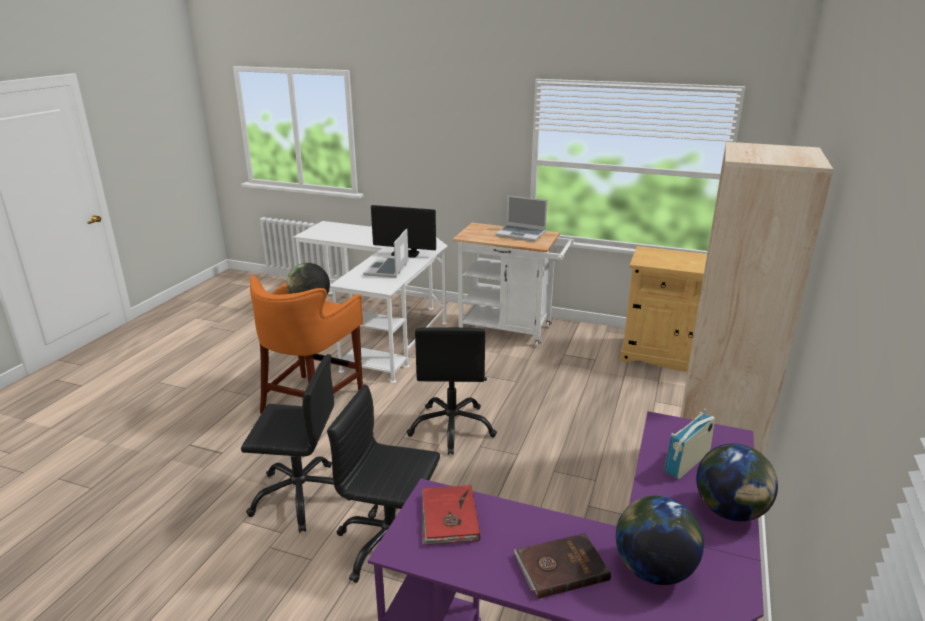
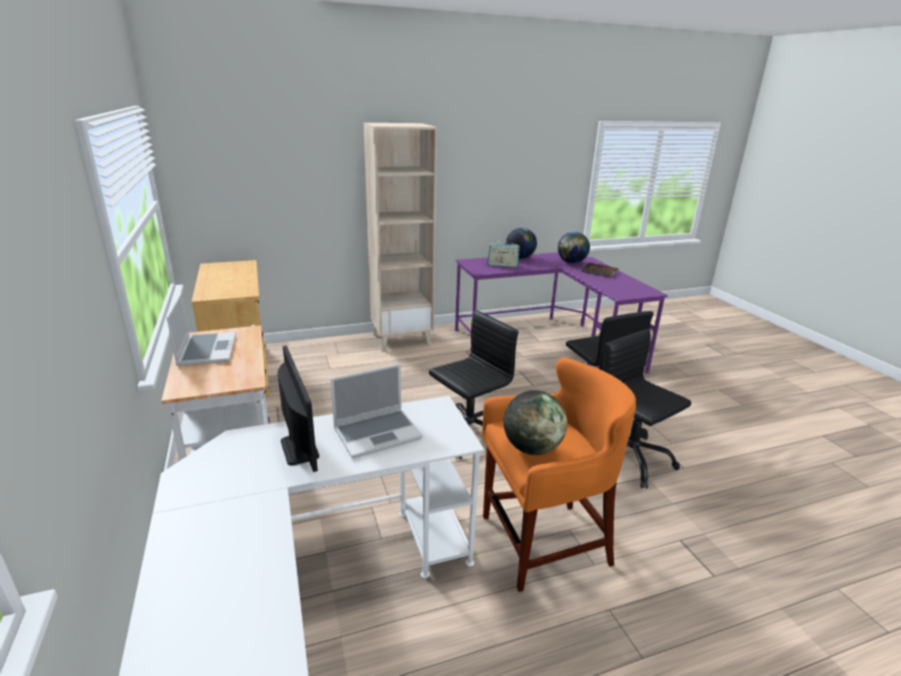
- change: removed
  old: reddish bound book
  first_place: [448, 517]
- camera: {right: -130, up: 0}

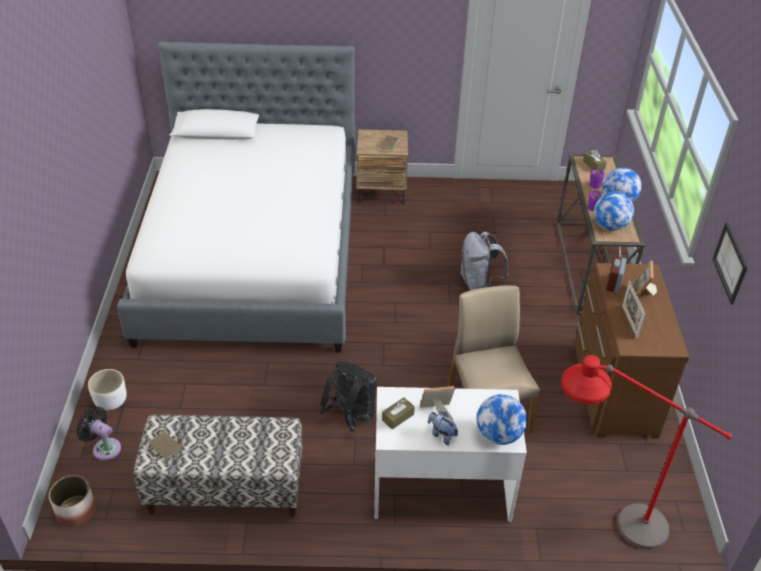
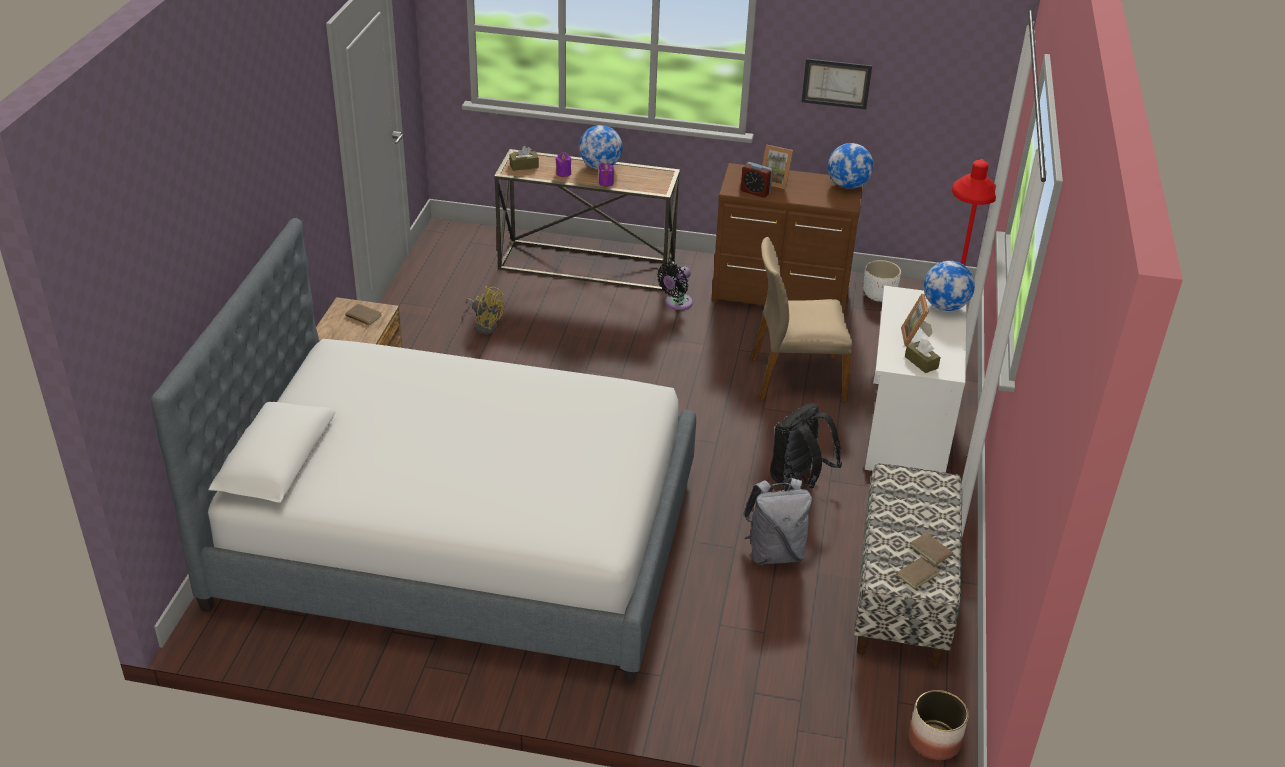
- change: removed
  old: soft toy
  first_place: [441, 434]
- change: removed
  old: standing frame
  first_place: [629, 322]
- change: added
  new: yellowish electric fan
  second_place: [485, 325]
- change: added
  new: brown bound book
  second_place: [931, 550]
- change: moved
  old: black electric fan
  first_place: [104, 448]
  second_place: [676, 303]
- change: moved
  old: whitish flower pot
  first_place: [111, 401]
  second_place: [879, 295]
- change: moved
  old: grey rucksack
  first_place: [479, 284]
  second_place: [774, 553]
- change: moved
  old: world globe
  first_place: [610, 226]
  second_place: [847, 185]
- camera: {right: -80, up: -5}

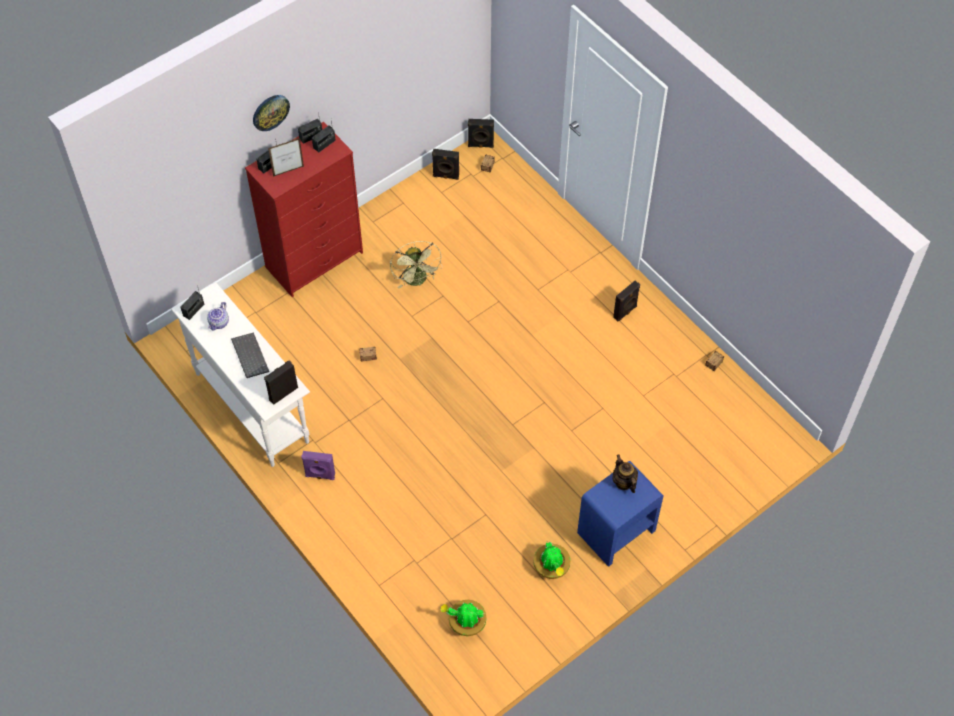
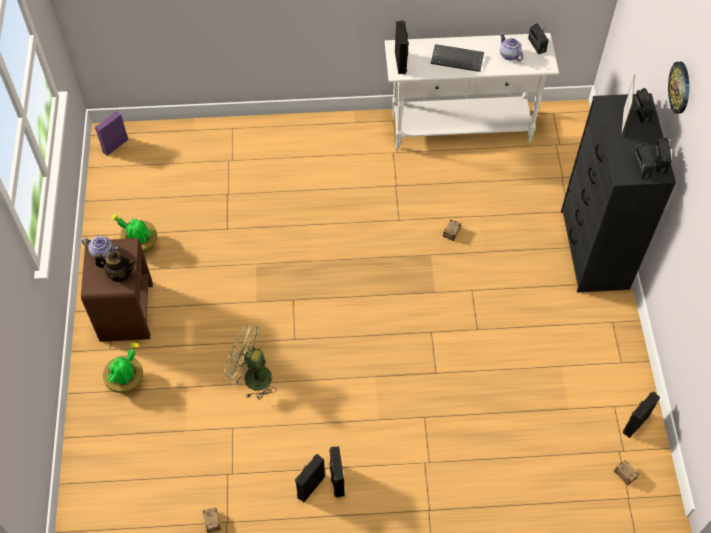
- change: added
  new: teapot
  second_place: [103, 252]
- change: moved
  old: purplish loudspeaker
  first_place: [320, 476]
  second_place: [114, 145]
- change: moved
  old: green-coloured electric fan
  first_place: [417, 281]
  second_place: [251, 377]
- change: moved
  old: potted plant
  first_place: [466, 624]
  second_place: [127, 380]
- change: moved
  old: black loudspeaker
  first_place: [480, 145]
  second_place: [310, 486]
- change: recoloured
  old: reddish dresser
  new: black dresser
  first_place: [315, 259]
  second_place: [594, 250]
- change: recoloured
  old: blue-coloured bedside table
  new: brown bedside table
  first_place: [615, 532]
  second_place: [126, 311]
- camera: {right: 125, up: 0}

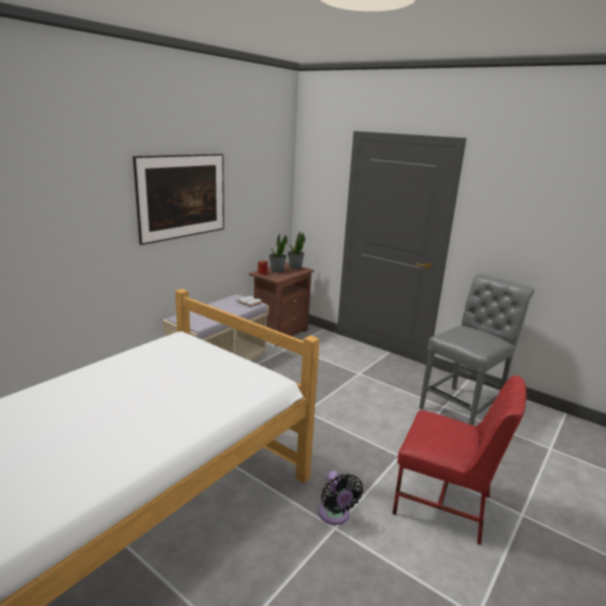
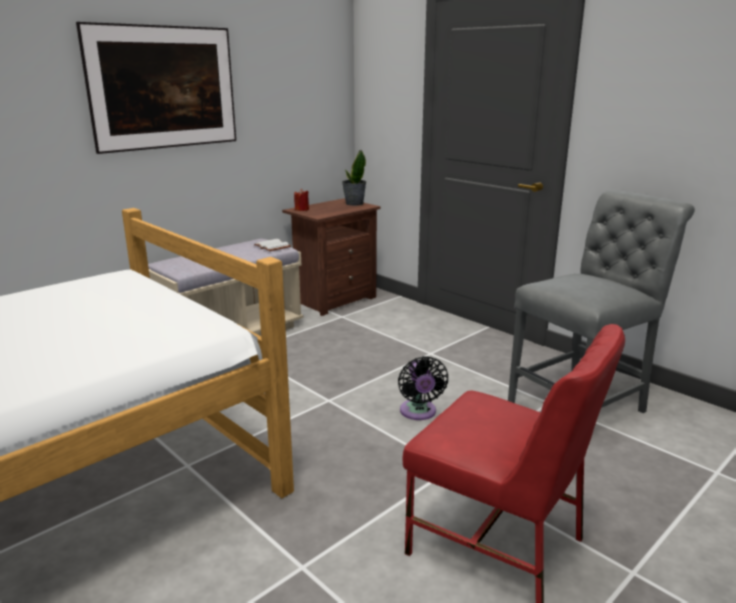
- change: removed
  old: potted plant
  first_place: [277, 270]
- change: moved
  old: black electric fan
  first_place: [335, 515]
  second_place: [418, 412]
- camera: {right: 10, up: 0}

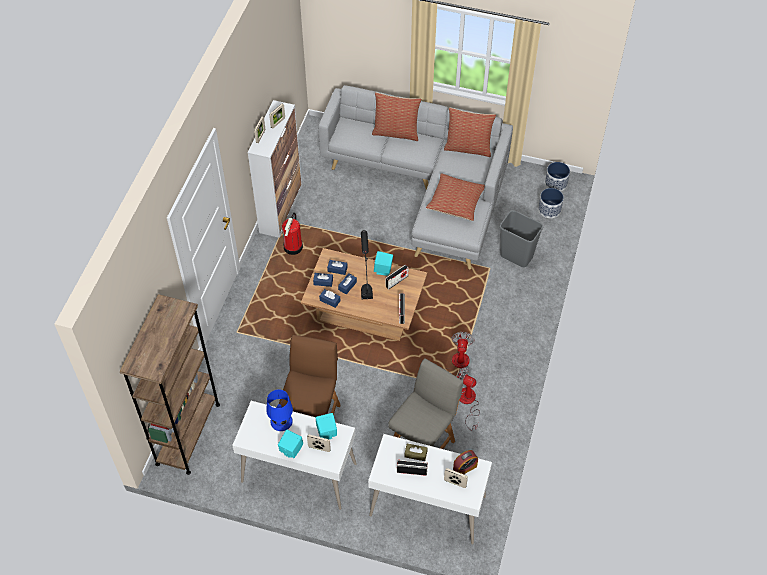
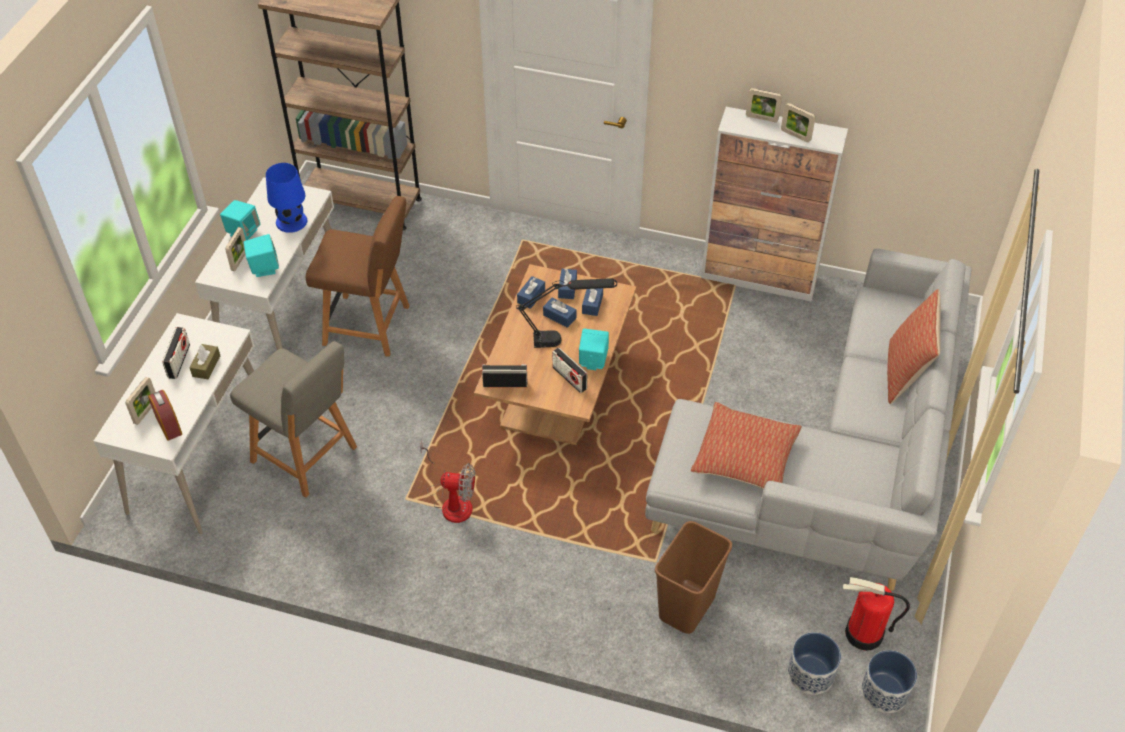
- change: removed
  old: throw pillow
  first_place: [468, 147]
- change: removed
  old: electric fan
  first_place: [467, 402]
- change: moved
  old: extinguisher
  first_place: [293, 247]
  second_place: [863, 634]
- change: recoloured
  old: grey rubbish bin
  new: brown rubbish bin
  first_place: [517, 256]
  second_place: [687, 608]
- camera: {right: 90, up: -5}

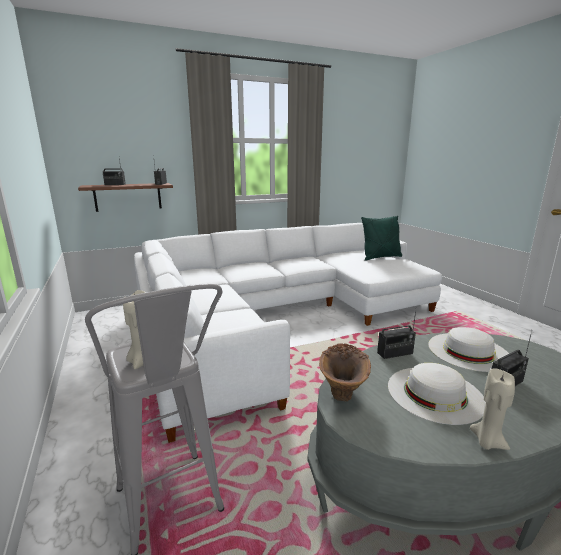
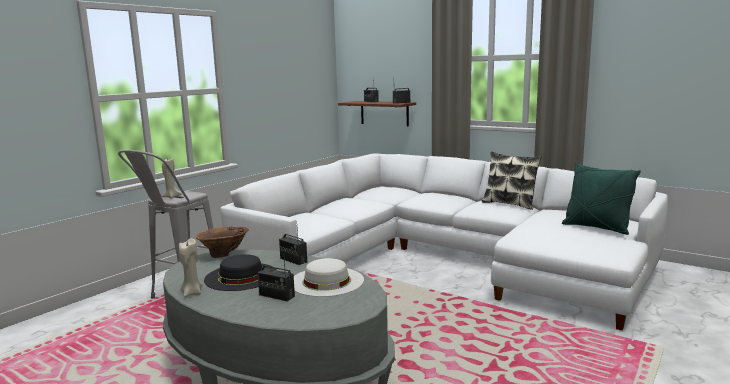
- change: added
  new: throw pillow
  second_place: [510, 204]
- change: recoloured
  old: whitish wearable hat
  new: black wearable hat
  first_place: [435, 393]
  second_place: [241, 276]
- camera: {right: 60, up: -5}

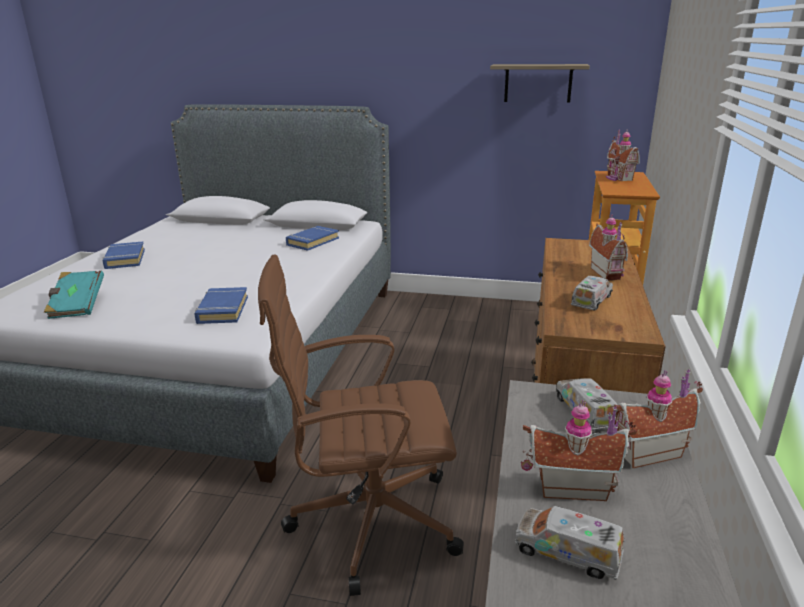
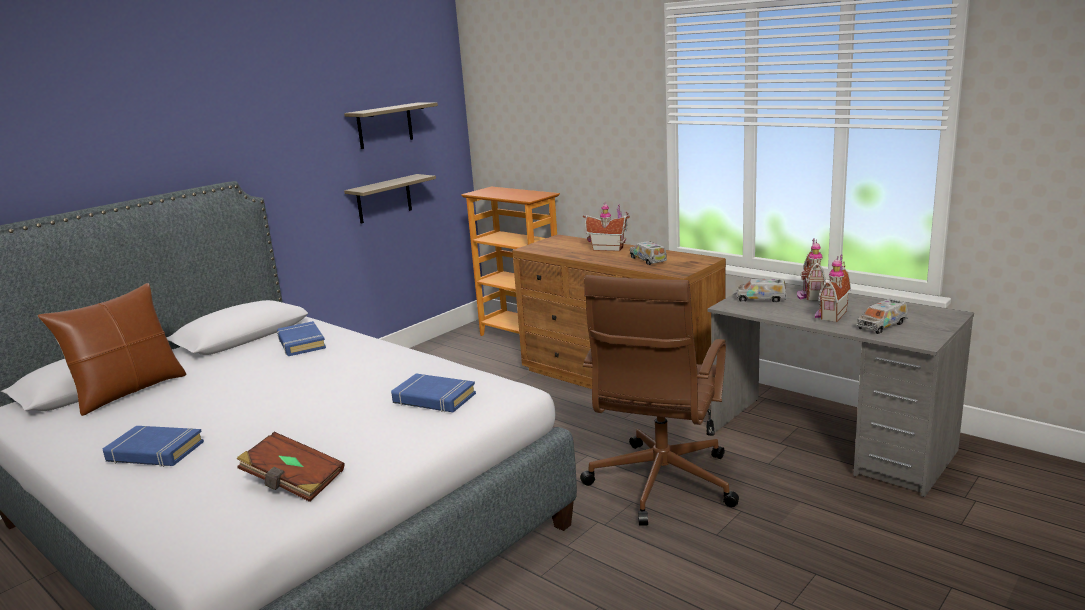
- change: removed
  old: model house
  first_place: [617, 178]
- change: added
  new: brown throw pillow
  second_place: [129, 391]
- change: added
  new: bracket shelf
  second_place: [384, 199]
- change: recoloured
  old: turquoise bound book
  new: brown bound book
  first_place: [77, 306]
  second_place: [293, 482]
- camera: {right: -60, up: -5}

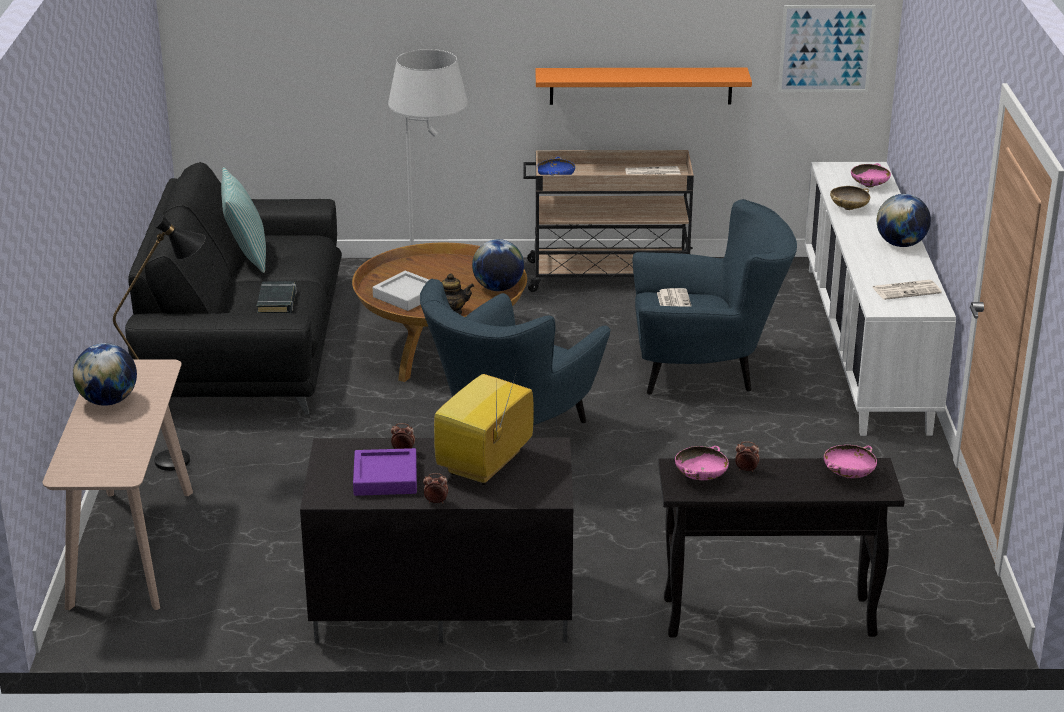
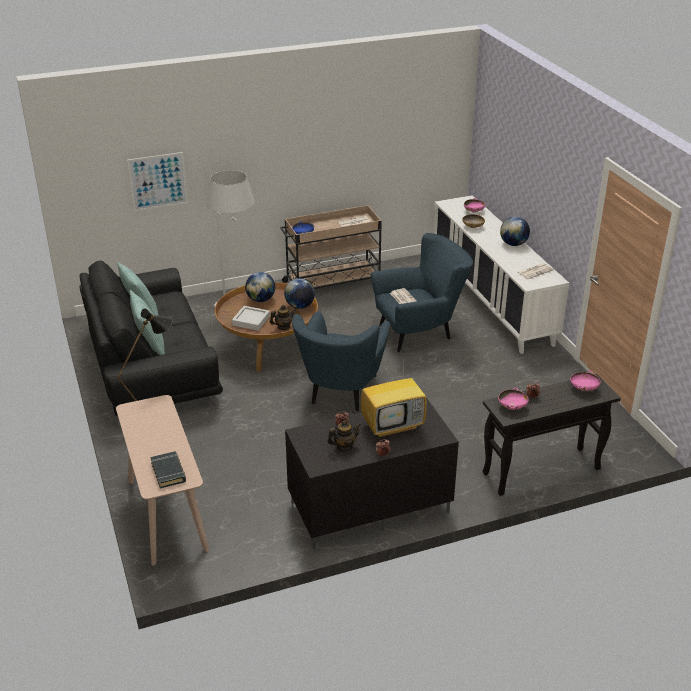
- change: removed
  old: orange-coloured bracket shelf
  first_place: [641, 85]
- change: added
  new: throw pillow
  second_place: [150, 345]
- change: moved
  old: world globe
  first_place: [108, 401]
  second_place: [261, 299]
- change: moved
  old: black bound book
  first_place: [277, 302]
  second_place: [168, 472]
- change: moved
  old: wall picture
  first_place: [826, 48]
  second_place: [158, 181]
- change: replaced
  old: purplish serving tray
  new: teapot
  first_place: [385, 478]
  second_place: [344, 446]
- change: turned
  old: television
  first_place: [485, 466]
  second_place: [393, 425]
  degrees: -120
- camera: {right: -20, up: 5}

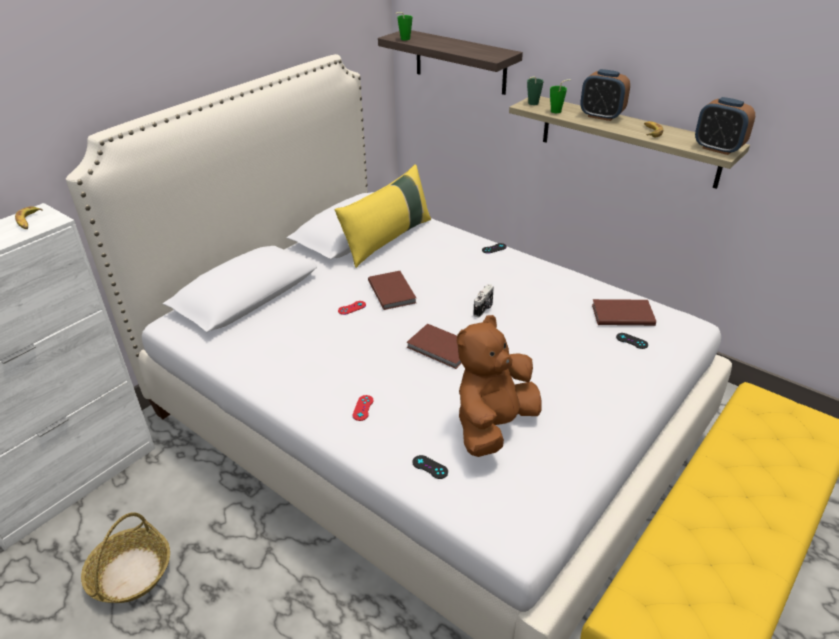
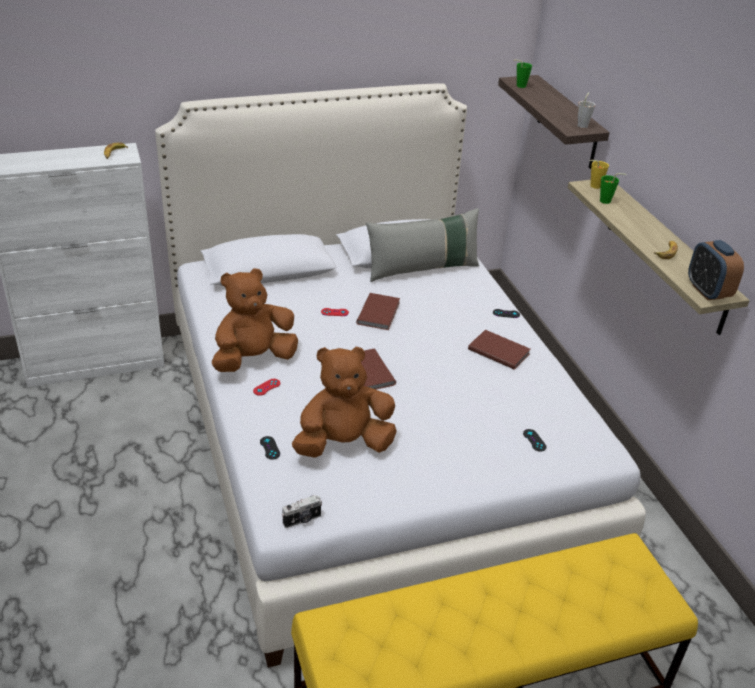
- change: removed
  old: basket
  first_place: [131, 573]
- change: removed
  old: alarm clock
  first_place: [601, 116]
- change: added
  new: brown soft toy
  second_place: [253, 359]
- change: added
  new: grey cup
  second_place: [583, 125]
- change: moved
  old: still camera
  first_place: [484, 308]
  second_place: [302, 520]
- change: moved
  old: brown bound book
  first_place: [621, 314]
  second_place: [498, 351]
- change: recoloured
  old: yellowish throw pillow
  new: grey throw pillow
  first_place: [388, 239]
  second_place: [422, 269]
- change: recoloured
  old: green-coloured cup
  new: yellowish cup
  first_place: [531, 104]
  second_place: [593, 186]
- camera: {right: 30, up: 0}

